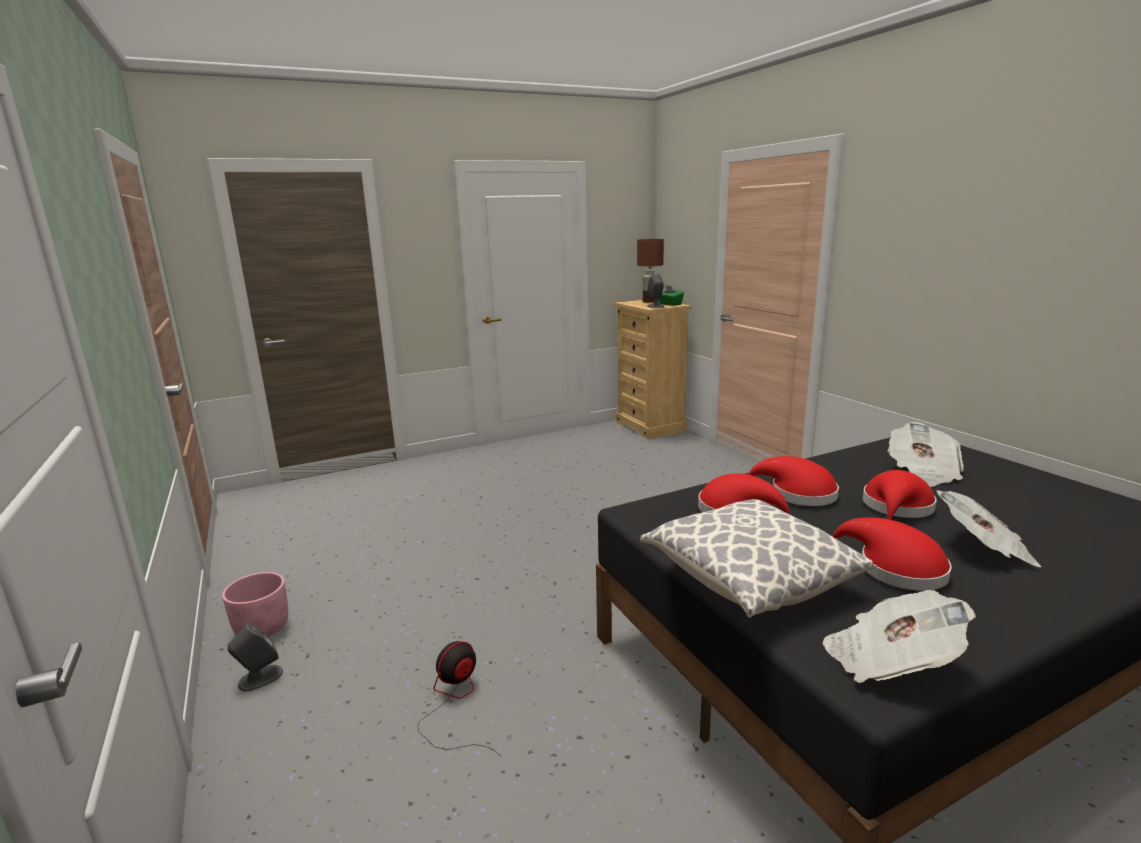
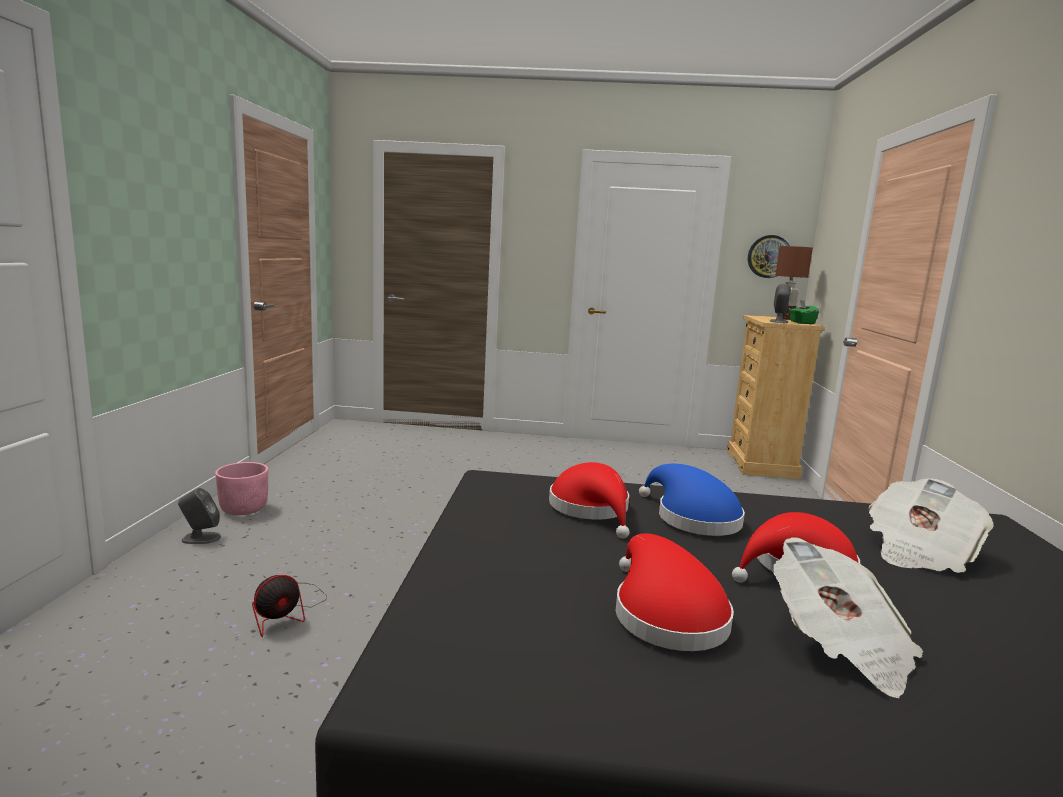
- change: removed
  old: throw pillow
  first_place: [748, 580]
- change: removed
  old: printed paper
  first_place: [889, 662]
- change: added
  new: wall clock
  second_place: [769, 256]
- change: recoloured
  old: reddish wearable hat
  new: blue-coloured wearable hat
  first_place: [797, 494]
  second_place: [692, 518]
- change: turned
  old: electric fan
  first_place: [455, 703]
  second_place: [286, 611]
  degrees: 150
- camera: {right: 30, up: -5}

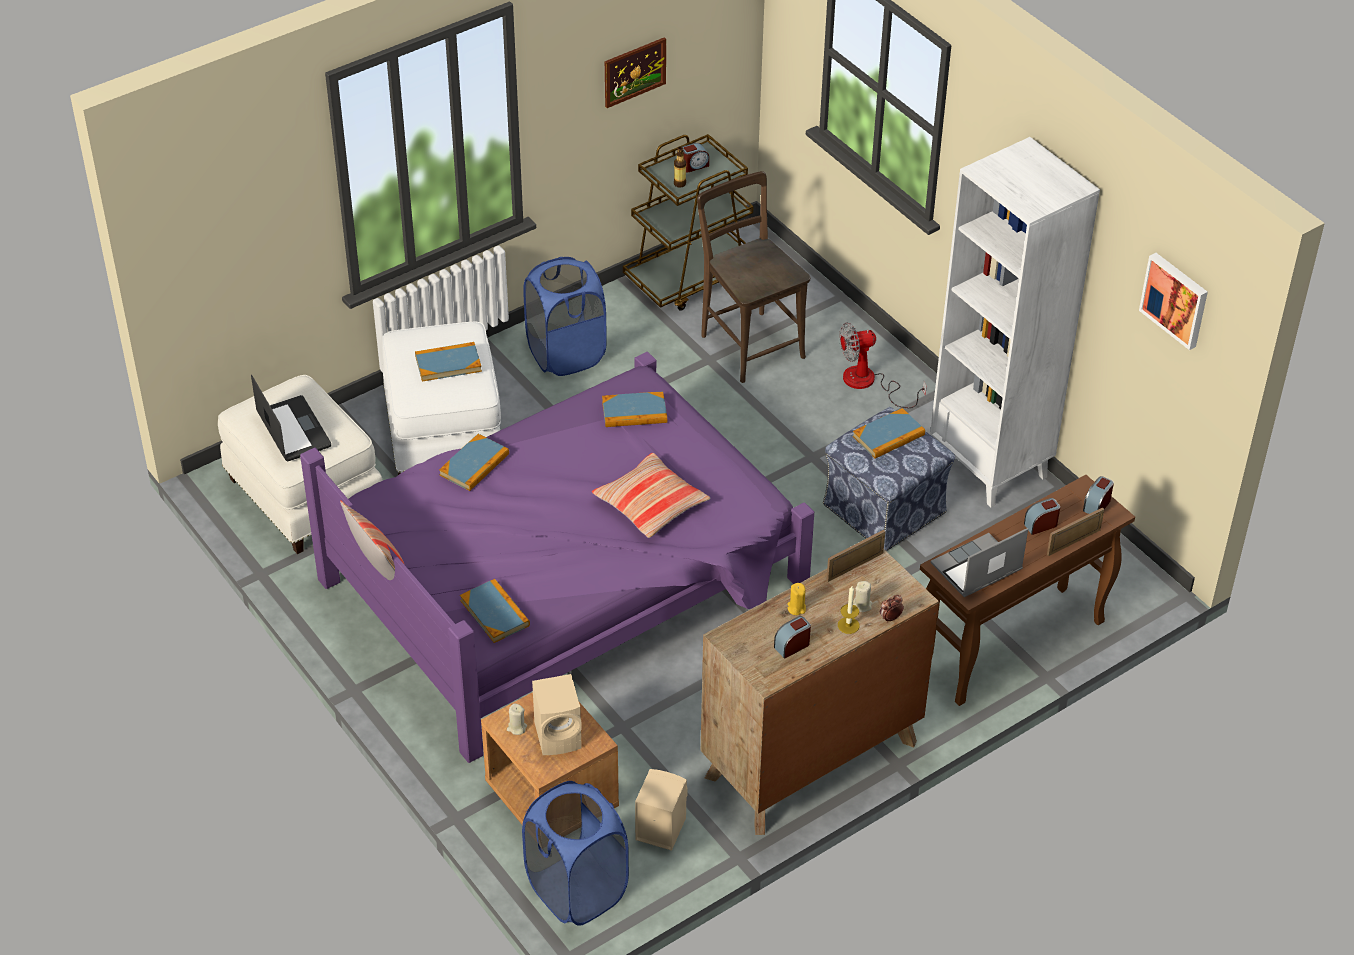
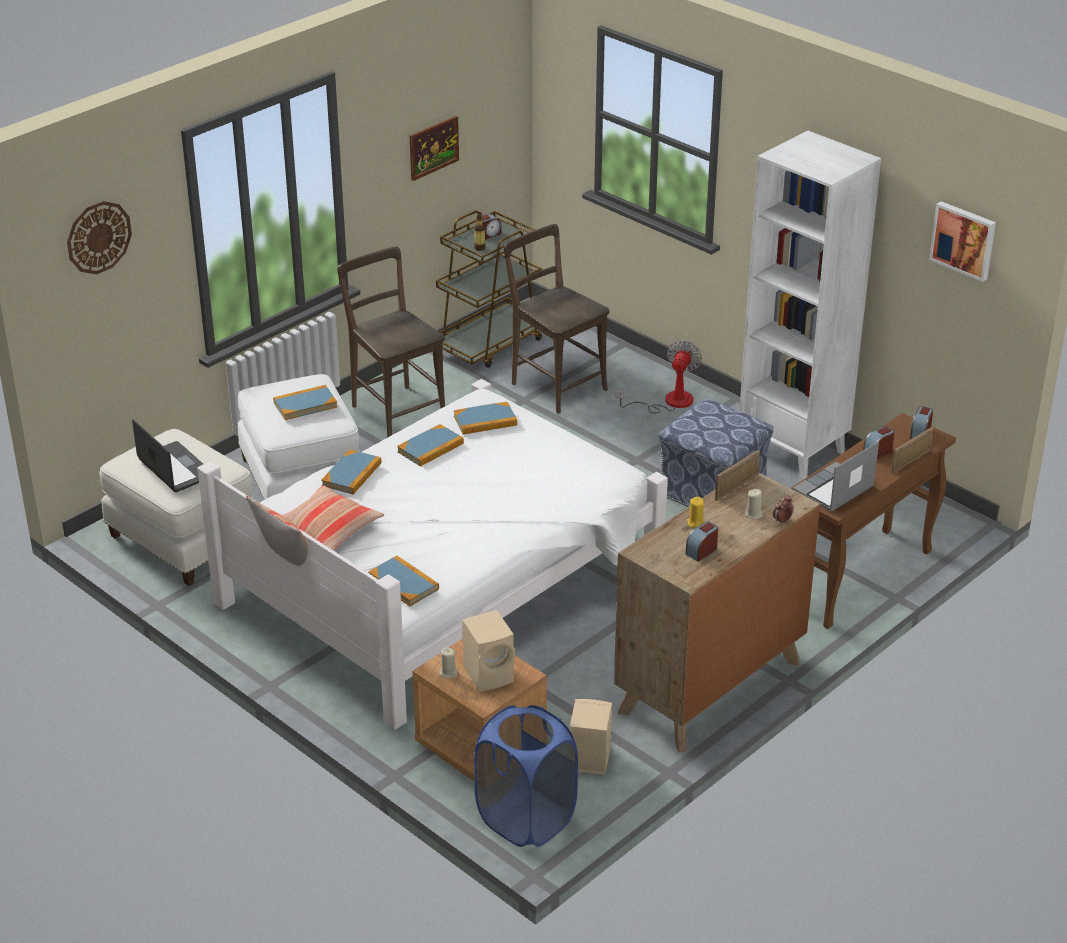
- change: removed
  old: wax candle
  first_place: [848, 625]
- change: added
  new: wall clock
  second_place: [98, 237]
- change: moved
  old: throw pillow
  first_place: [650, 504]
  second_place: [328, 528]
- change: moved
  old: bound book
  first_place: [888, 436]
  second_place: [430, 448]
- change: replaced
  old: blue-coloured laundry basket
  new: brown plain chair
  first_place: [566, 354]
  second_place: [396, 409]
- change: recoloured
  old: purplish sleeping bed
  new: whitish sleeping bed
  first_place: [568, 580]
  second_place: [446, 577]
- change: turned
  old: electric fan
  first_place: [869, 383]
  second_place: [668, 402]
  degrees: 135
- camera: {right: -10, up: -10}

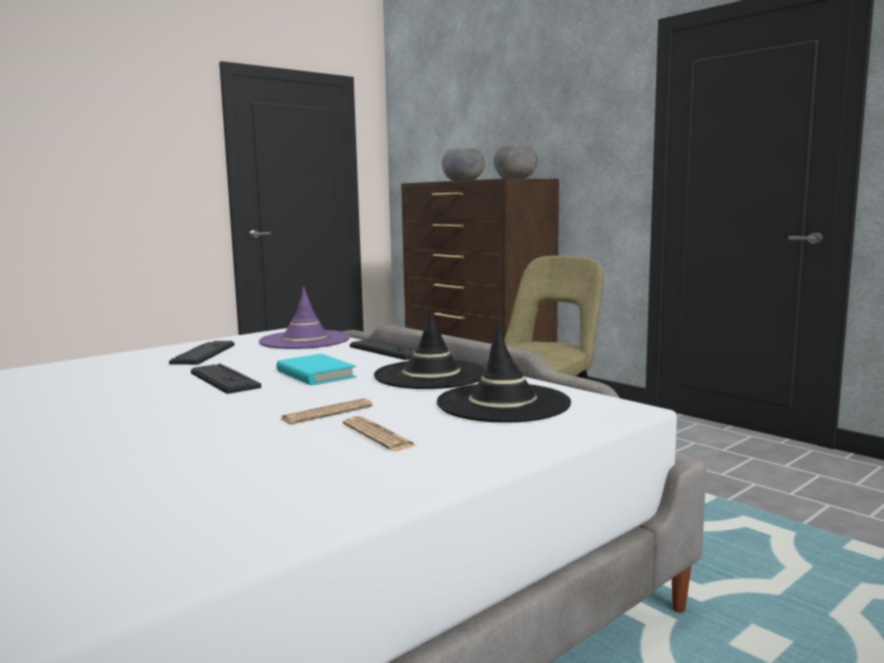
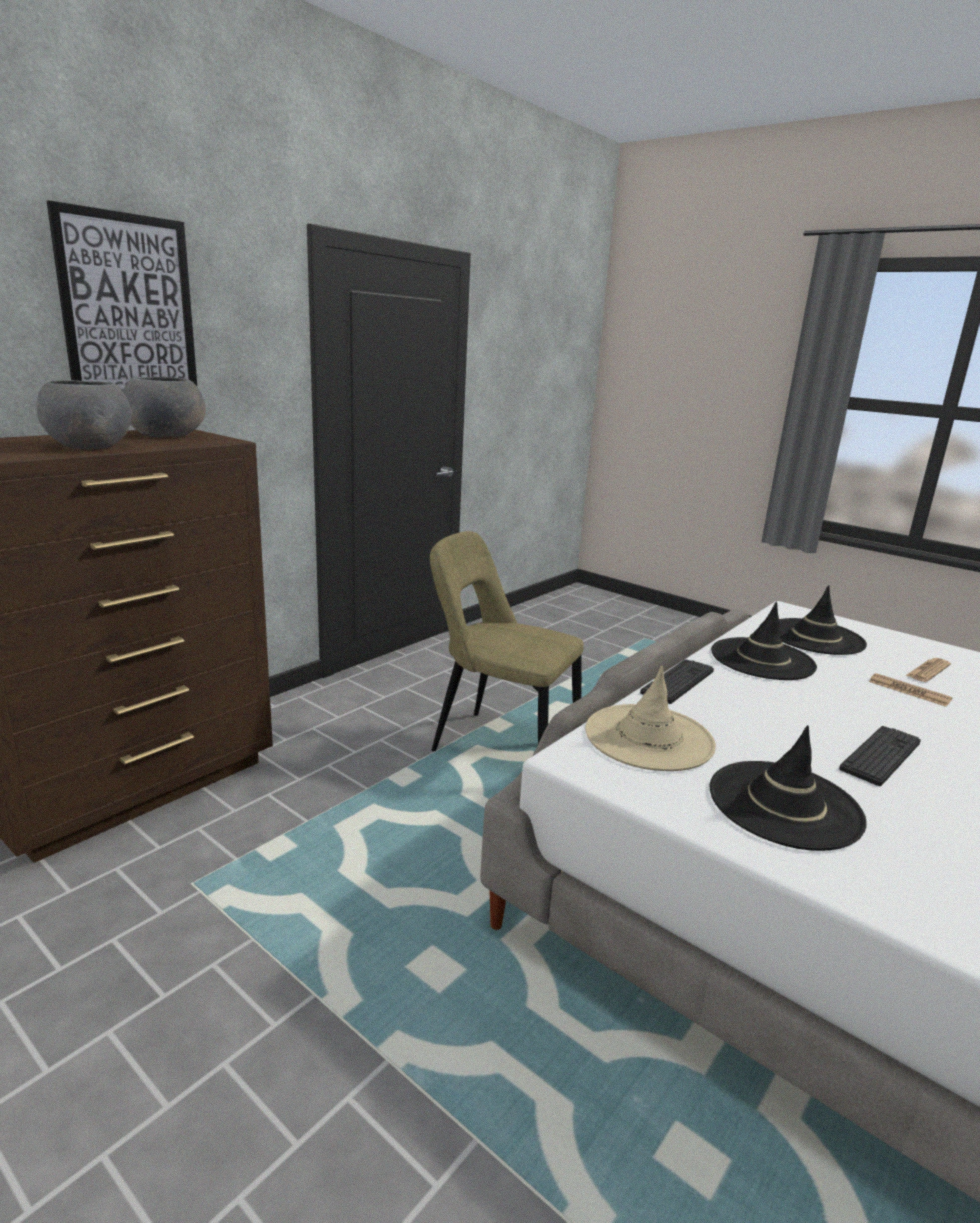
- change: removed
  old: turquoise bound book
  first_place: [315, 374]
- change: added
  new: wall picture
  second_place: [129, 314]
- change: replaced
  old: computer keyboard
  new: black wearable hat
  first_place: [203, 354]
  second_place: [784, 804]
- change: recoloured
  old: purplish wearable hat
  new: beige wearable hat
  first_place: [305, 340]
  second_place: [648, 737]
- camera: {right: -100, up: 10}

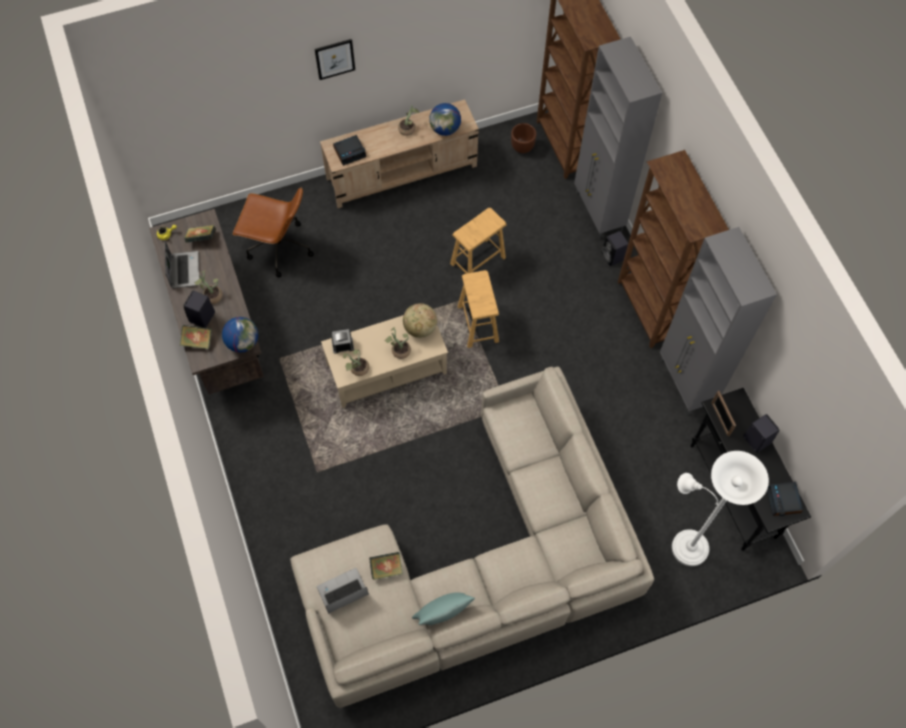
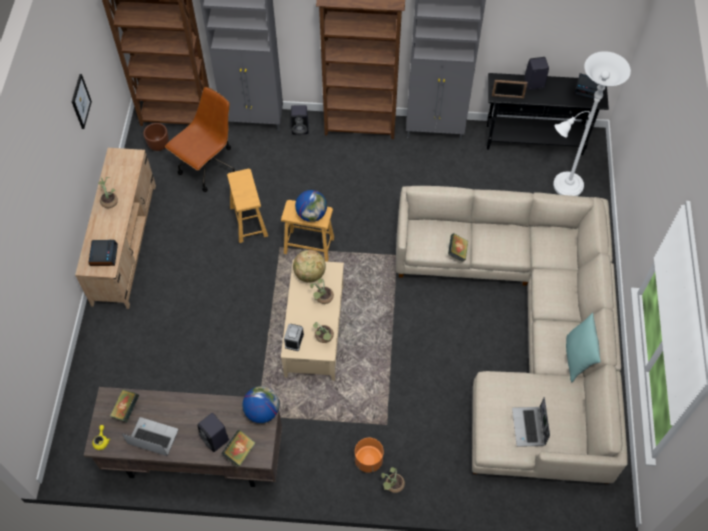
- change: added
  new: orange-coloured flower pot
  second_place: [368, 460]
- change: moved
  old: potted plant
  first_place: [211, 295]
  second_place: [392, 485]
- change: moved
  old: brown desk chair
  first_place: [278, 248]
  second_place: [208, 168]
- change: moved
  old: wall picture
  first_place: [335, 59]
  second_place: [80, 101]
- change: moved
  old: bound book
  first_place: [386, 568]
  second_place: [457, 252]
- change: moved
  old: world globe
  first_place: [445, 129]
  second_place: [311, 214]
- camera: {right: -65, up: -5}

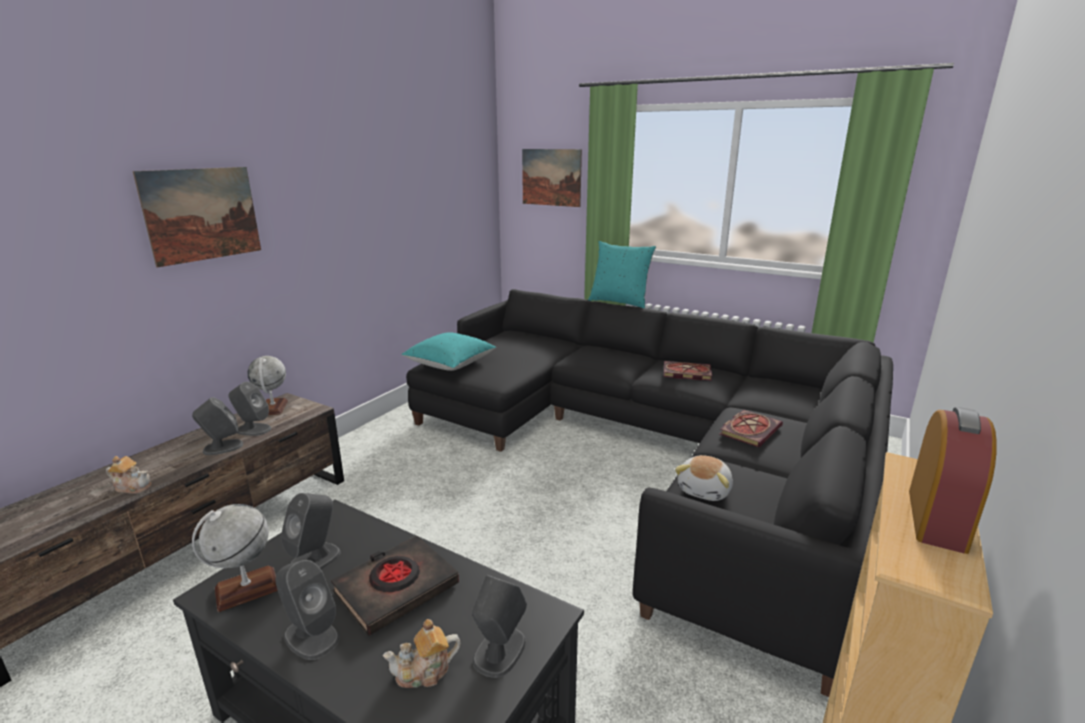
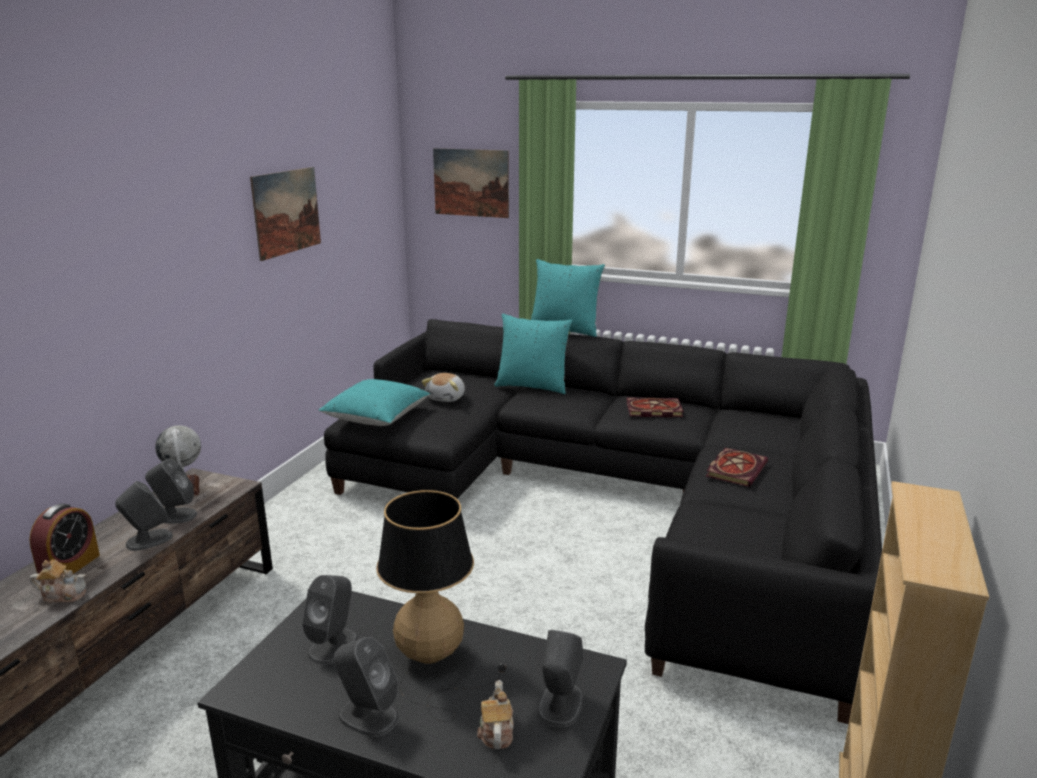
- change: removed
  old: world globe
  first_place: [246, 589]
- change: added
  new: turquoise throw pillow
  second_place: [532, 386]
- change: moved
  old: wall picture
  first_place: [202, 214]
  second_place: [286, 212]
- change: moved
  old: soft toy
  first_place: [705, 490]
  second_place: [447, 398]
- change: moved
  old: alarm clock
  first_place: [936, 519]
  second_place: [70, 567]
- change: replaced
  old: black bound book
  new: tabletop lamp
  first_place: [396, 588]
  second_place: [433, 663]
- change: turned
  old: teapot
  first_place: [424, 672]
  second_place: [496, 731]
  degrees: 120
- camera: {right: -10, up: 0}

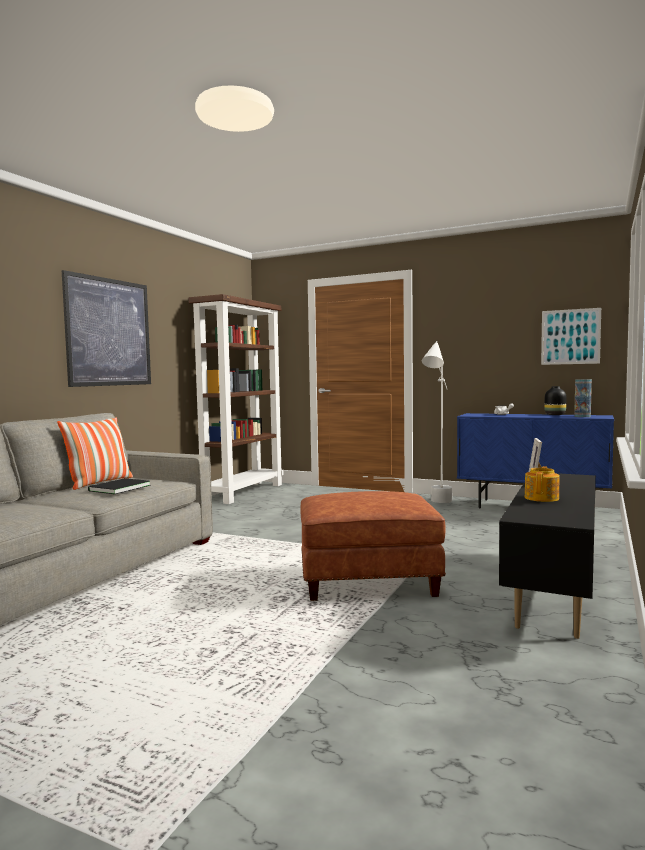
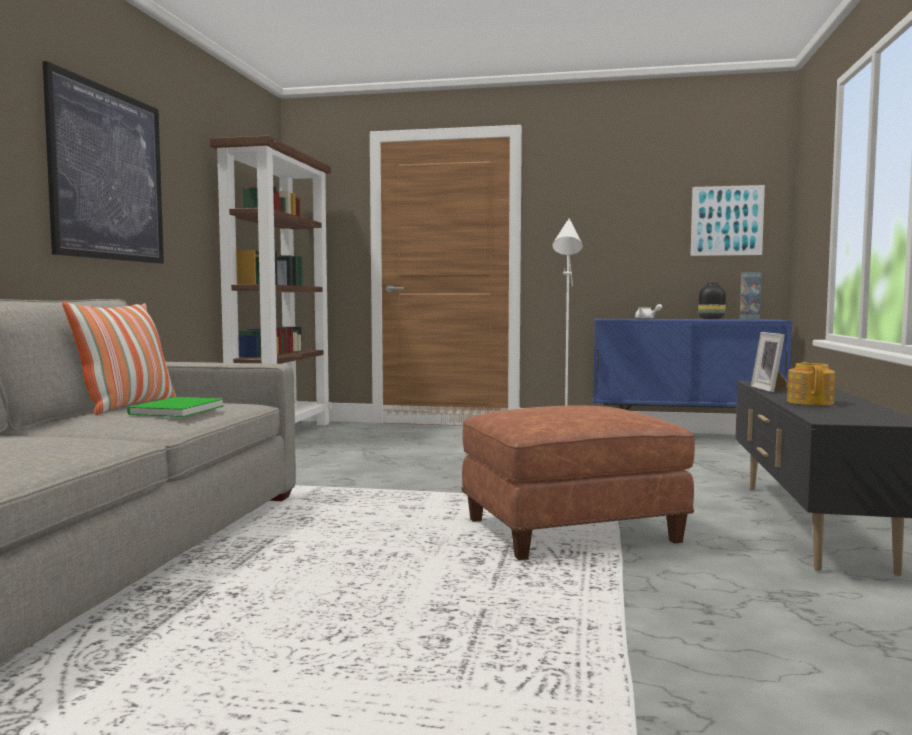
- change: recoloured
  old: black bound book
  new: green-coloured bound book
  first_place: [117, 488]
  second_place: [174, 410]
- camera: {right: -15, up: 0}

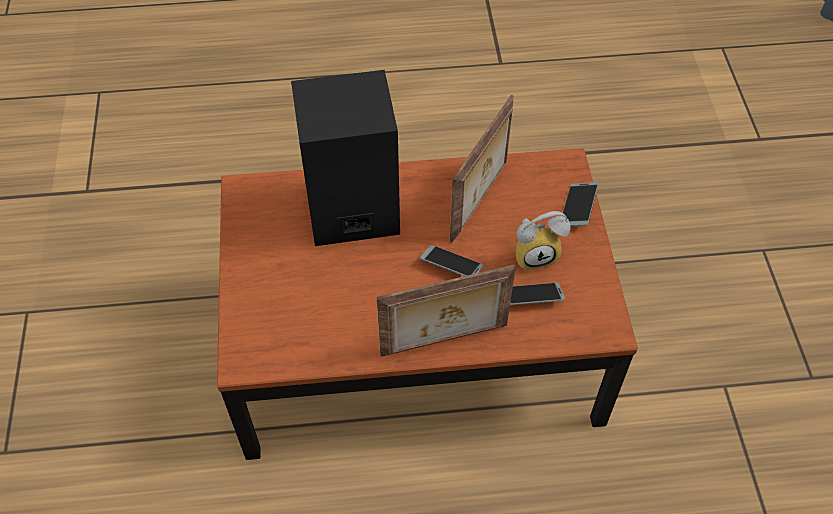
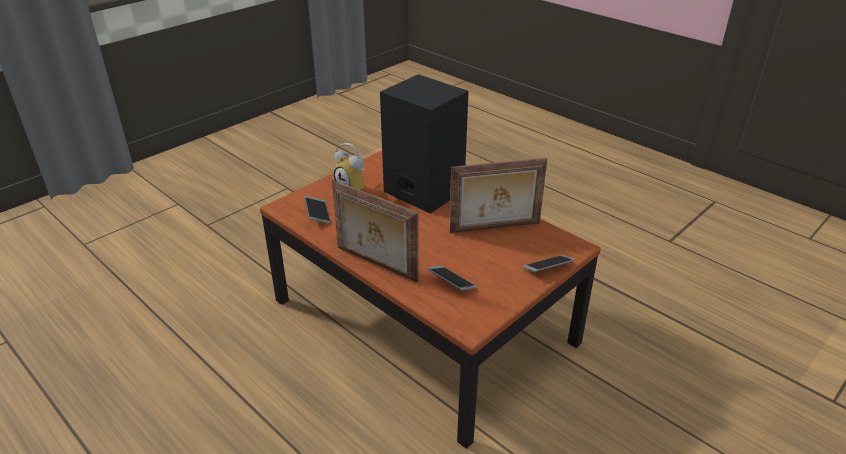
- change: moved
  old: handset
  first_place: [451, 265]
  second_place: [317, 213]
- change: moved
  old: alarm clock
  first_place: [536, 253]
  second_place: [354, 187]
- camera: {right: 50, up: -20}

